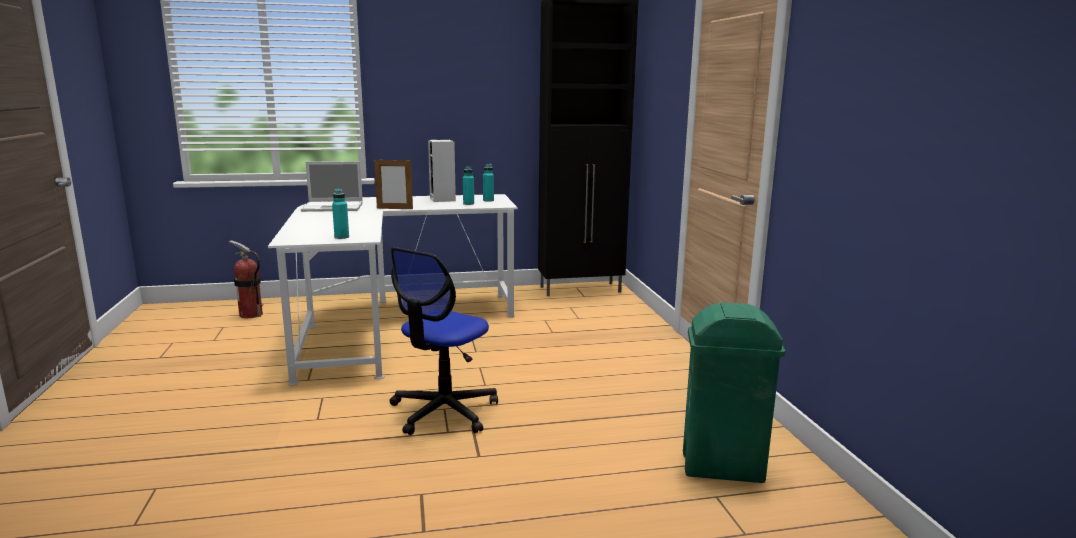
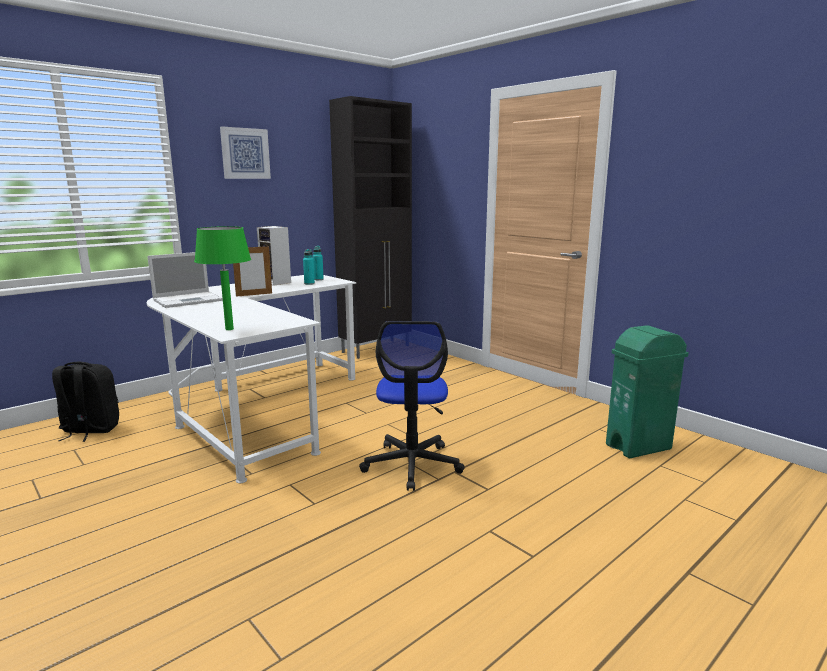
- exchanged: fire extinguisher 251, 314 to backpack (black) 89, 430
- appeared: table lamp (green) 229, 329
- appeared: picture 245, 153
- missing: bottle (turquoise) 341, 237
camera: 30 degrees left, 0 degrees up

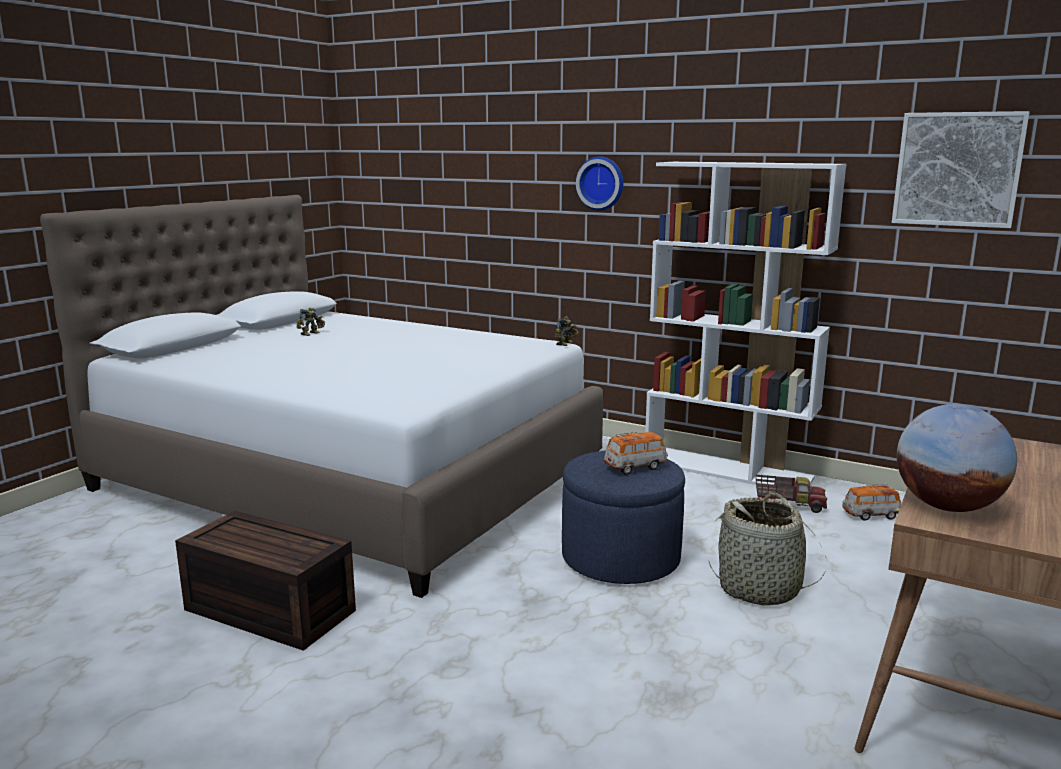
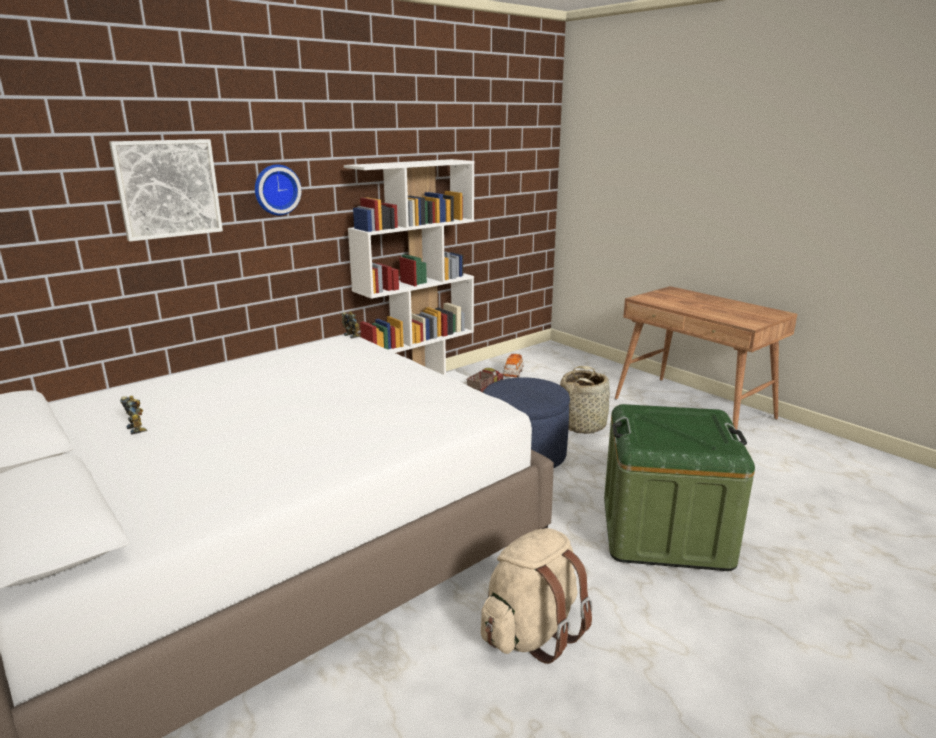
- relocated: picture 957, 169 to 168, 189
- exchanged: storage box (brown) 266, 611 to backpack (beige) 532, 632
- appeared: storage box (green) 665, 532
- missing: toy car 635, 467
- missing: globe 947, 507
camera: 70 degrees left, 5 degrees up

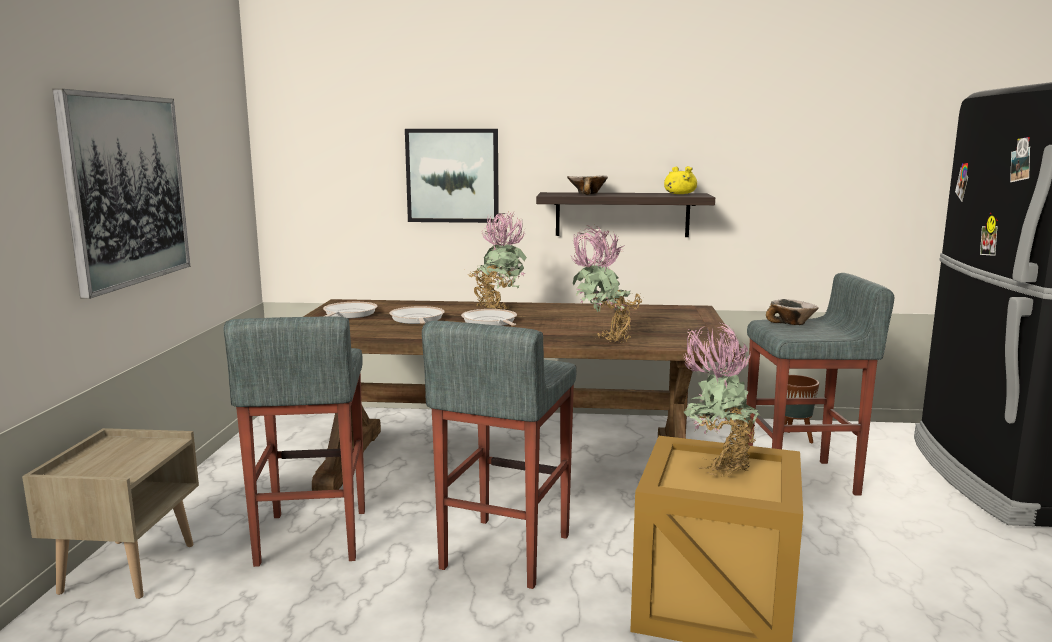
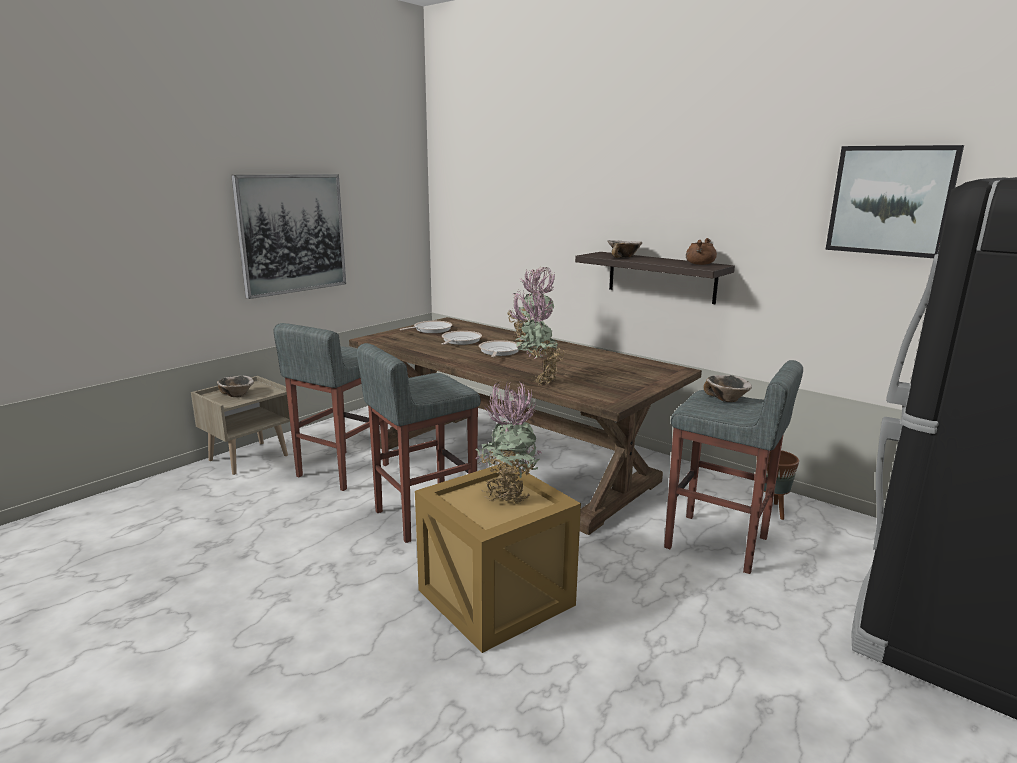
- appeared: bowl 237, 395
- colour: cooking pot (yellow) 679, 194 to cooking pot (brown) 699, 264
- relocated: picture 452, 175 to 890, 200
camera: 35 degrees right, 5 degrees up

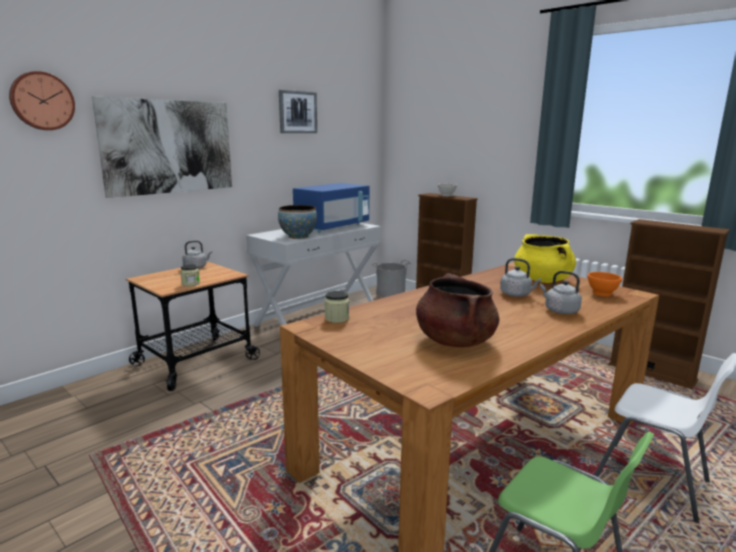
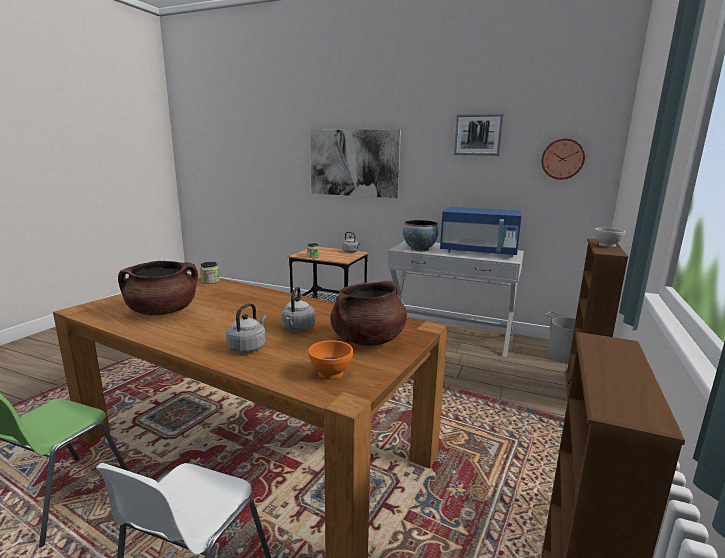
- colour: cooking pot (yellow) 542, 280 to cooking pot (brown) 367, 340
- relocated: wall clock 42, 101 to 562, 159
camera: 70 degrees right, 0 degrees up

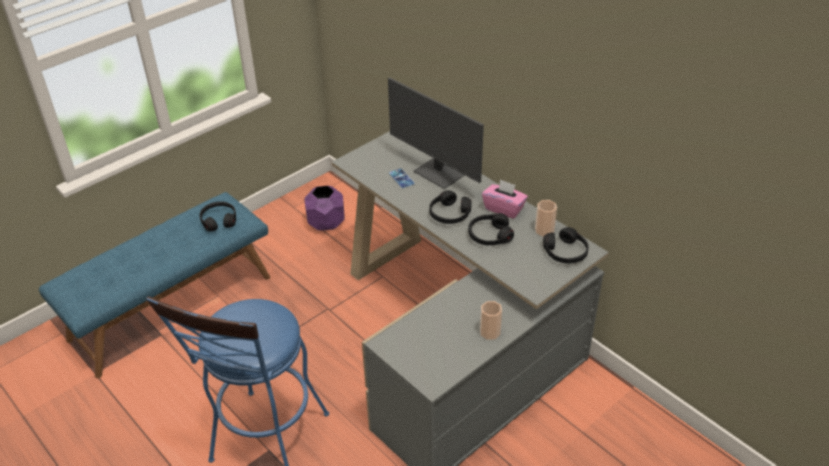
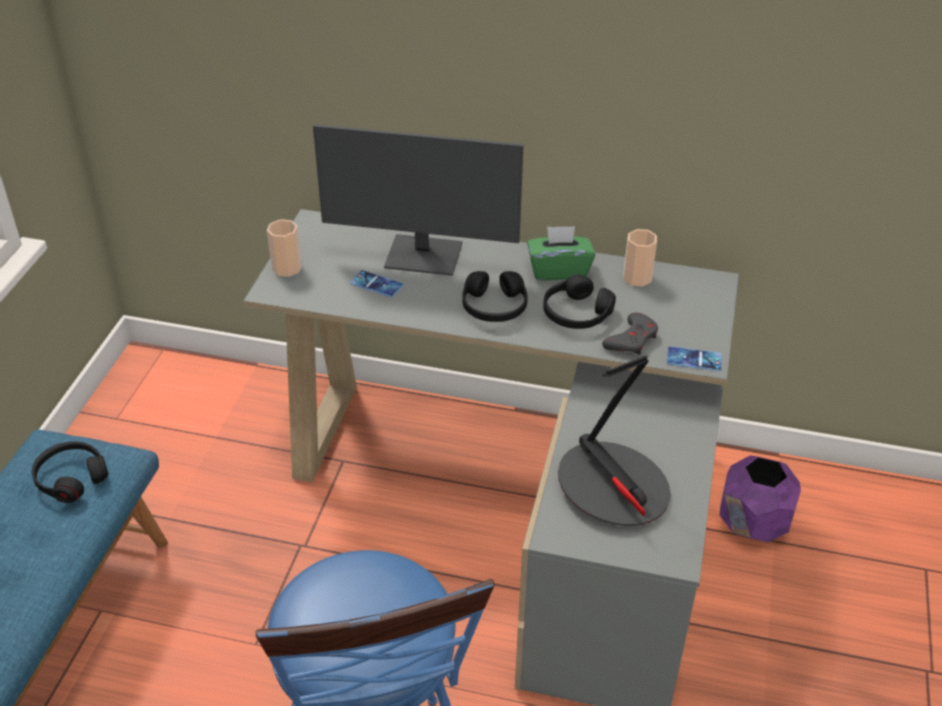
- relocated: cup 490, 332 to 287, 268
- colour: tissue box (pink) 504, 208 to tissue box (green) 558, 270
- appeared: table lamp 613, 487
- appeared: game controller (grey) 632, 339
- appeared: phone 694, 359
- relocated: planter (purple) 326, 224 to 753, 524
- missing: headphones (black) 565, 252
camera: 35 degrees left, 0 degrees up

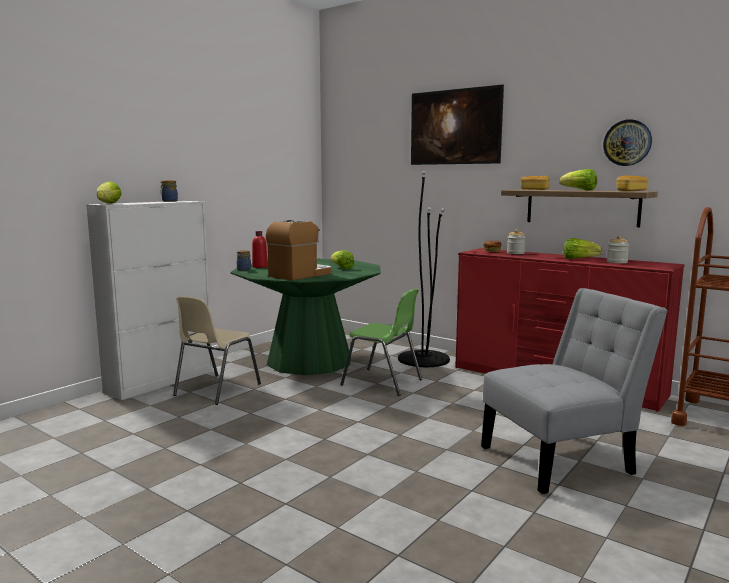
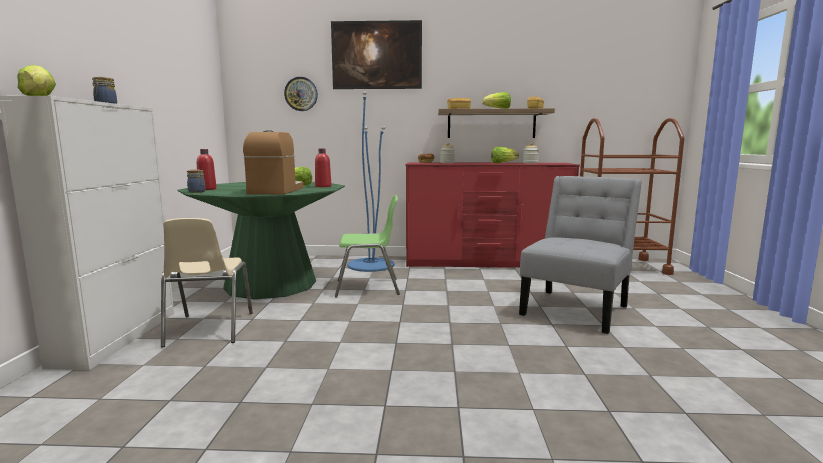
- relocated: wall clock 627, 143 to 301, 94
- appeared: bottle (red) 323, 186
- colour: floor lamp (black) 423, 359 to floor lamp (blue) 371, 265
camera: 35 degrees left, 0 degrees up

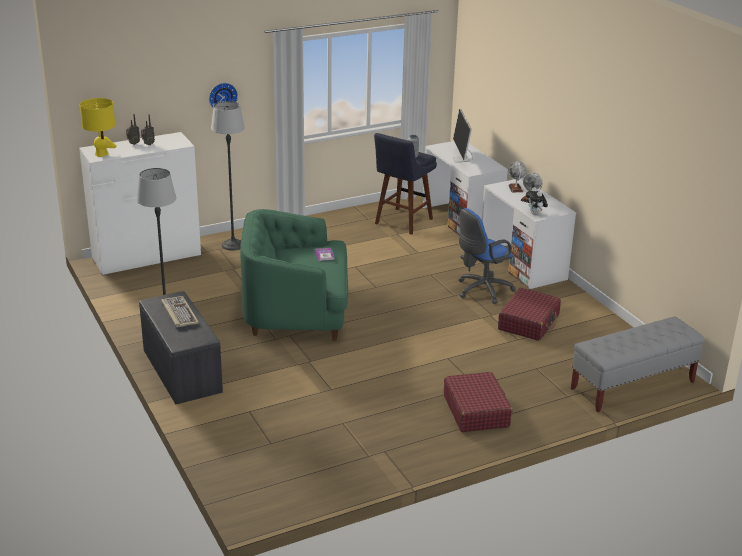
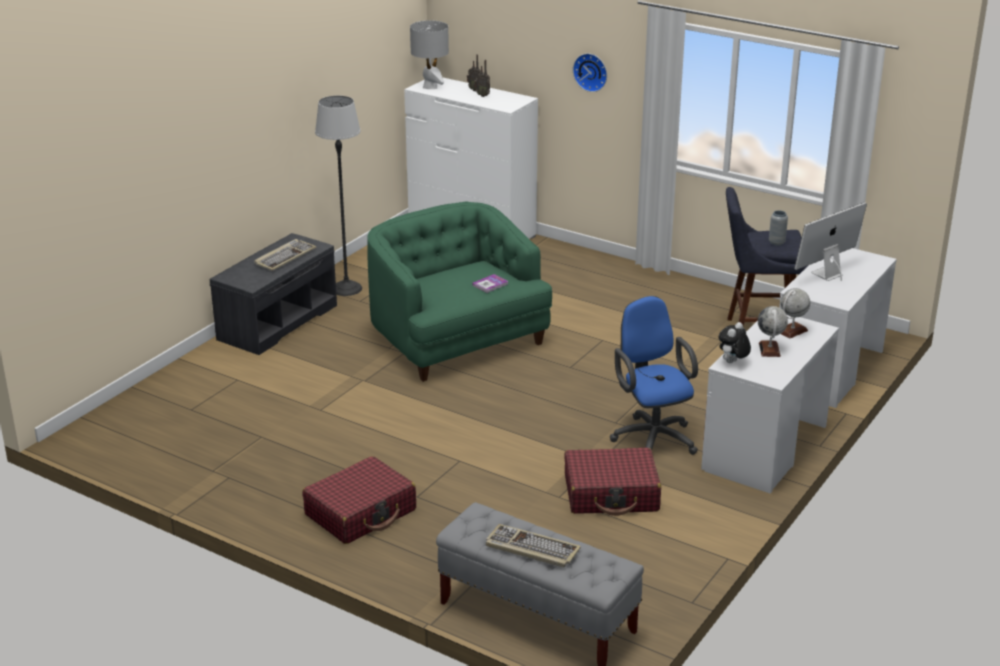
- colour: table lamp (yellow) 101, 154 to table lamp (grey) 430, 87
- appeared: keyboard 531, 549
- spun: office chair (blue) 481, 290 = 652, 437 45 degrees clockwise
- missing: floor lamp 233, 245
camera: 60 degrees right, 0 degrees up

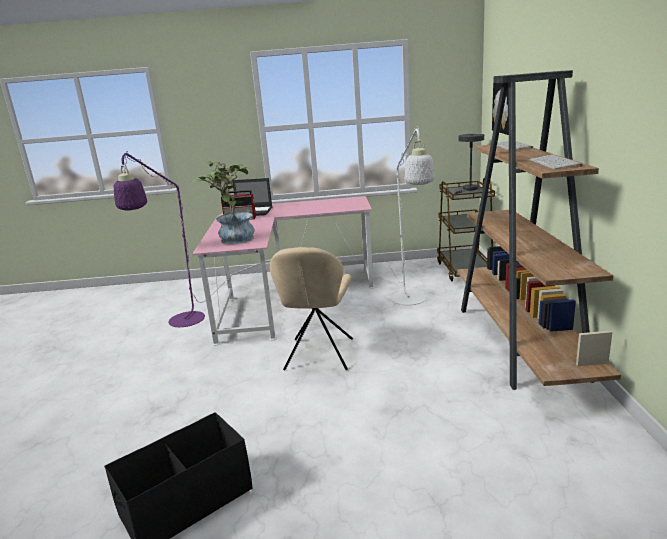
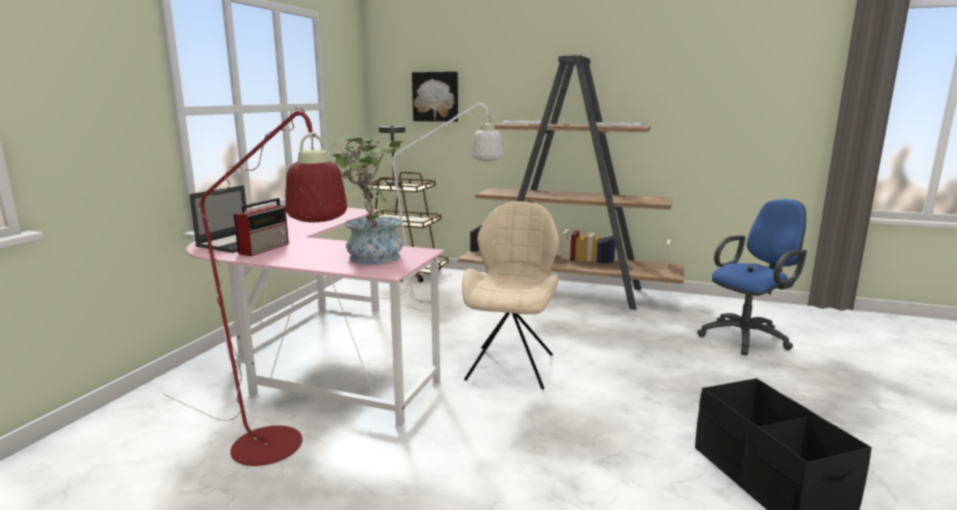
- colour: floor lamp (purple) 182, 323 to floor lamp (red) 280, 450
- spun: chair (beige) 318, 355 = 511, 365 105 degrees counterclockwise
- appeared: office chair (blue) 747, 337
camera: 70 degrees left, 5 degrees down

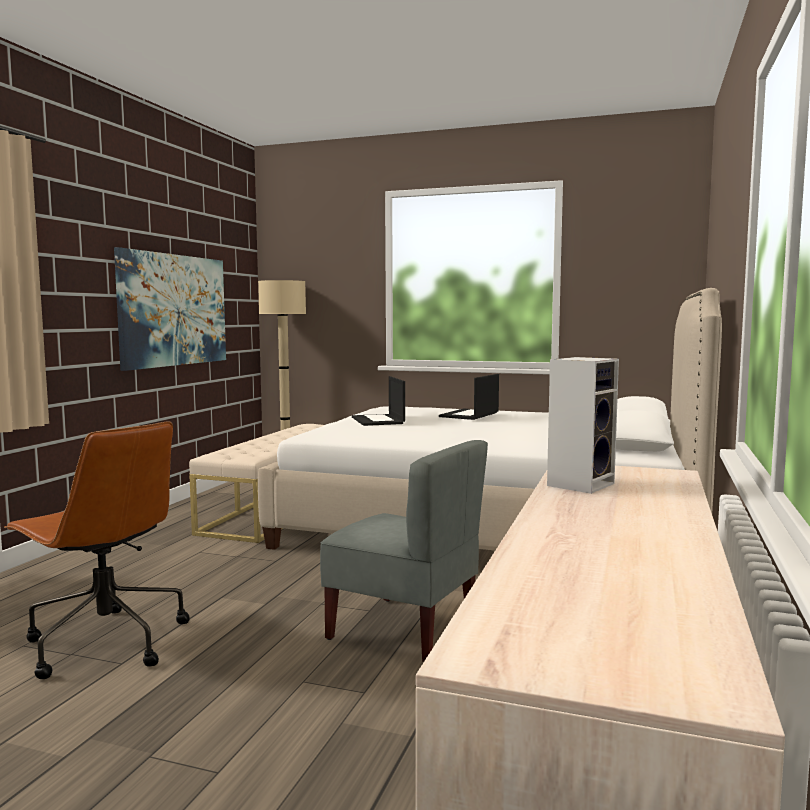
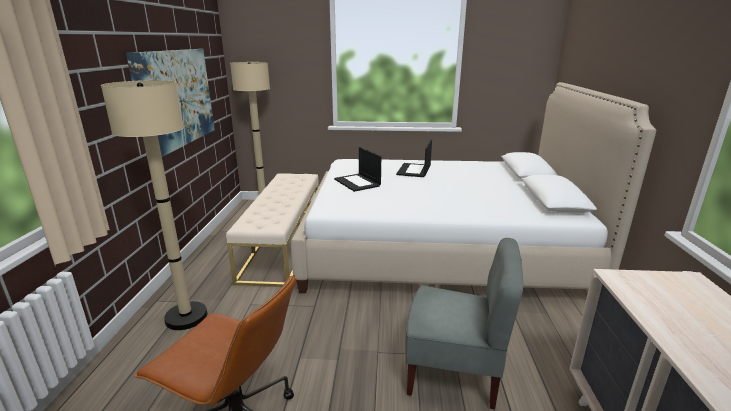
- appeared: floor lamp (beige) 186, 317
- missing: speaker 580, 484
camera: 15 degrees left, 15 degrees up

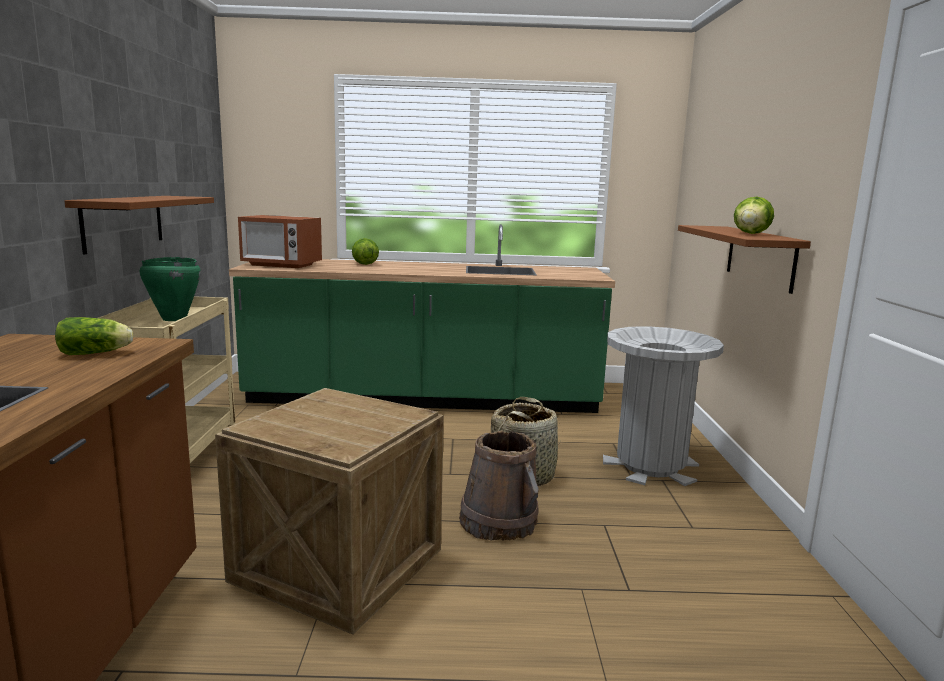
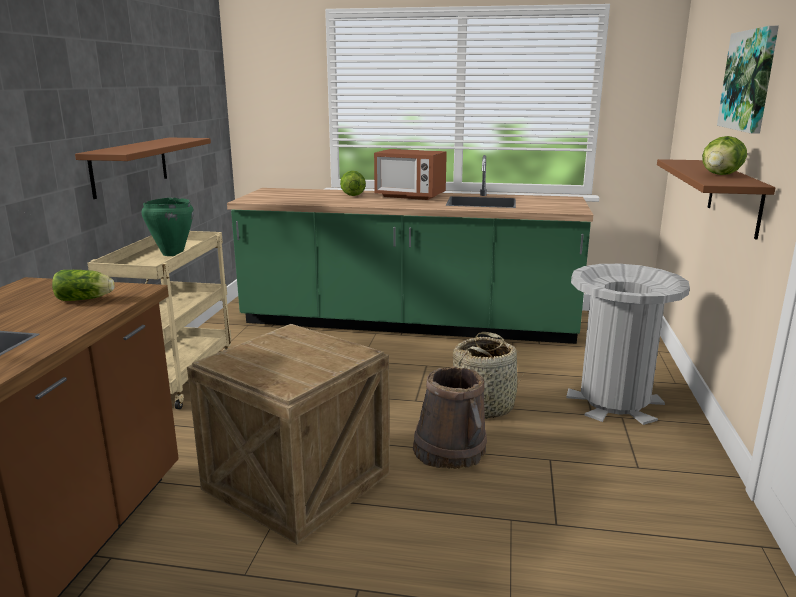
- relocated: microwave 281, 265 to 410, 196
- appeared: picture 749, 80
camera: 10 degrees right, 5 degrees up

